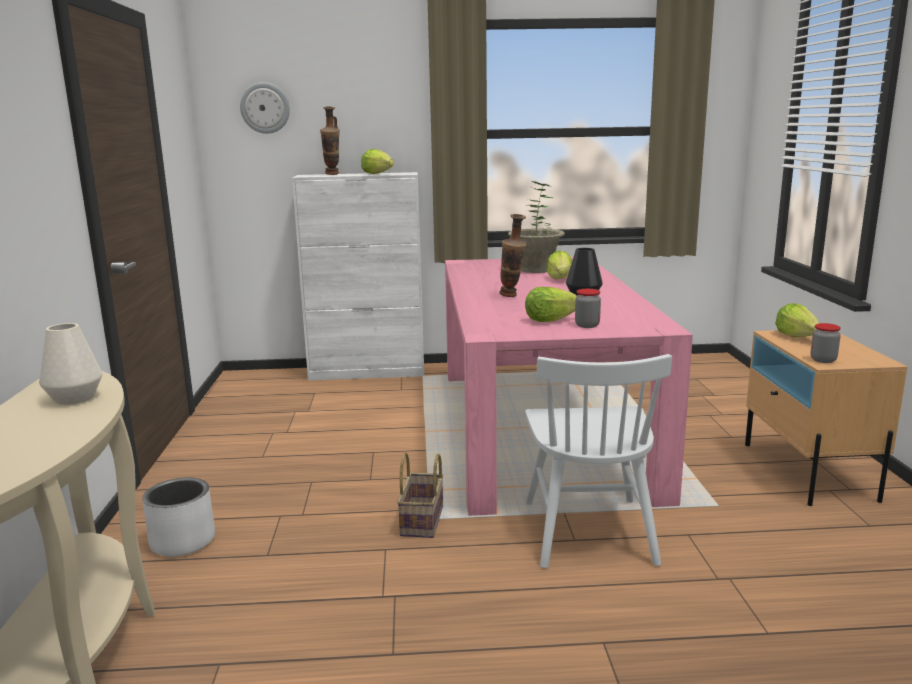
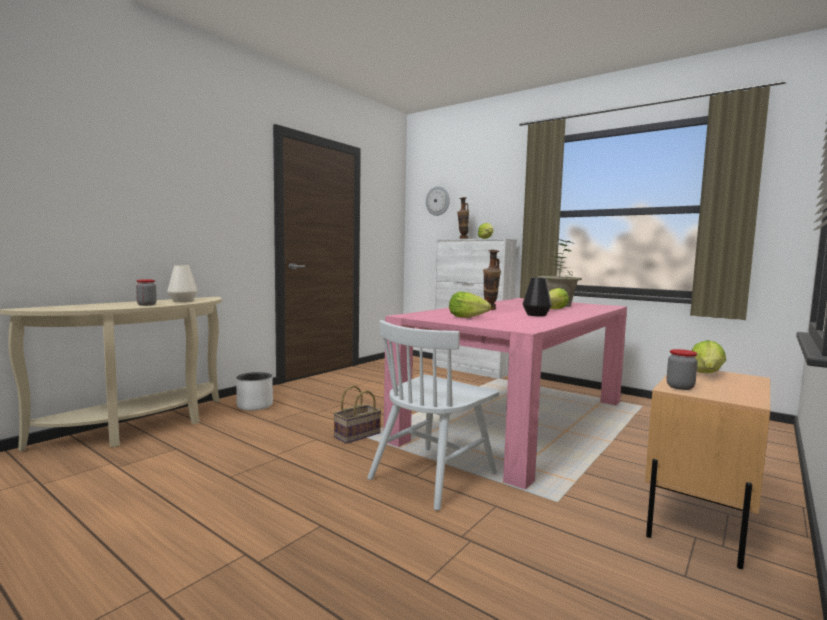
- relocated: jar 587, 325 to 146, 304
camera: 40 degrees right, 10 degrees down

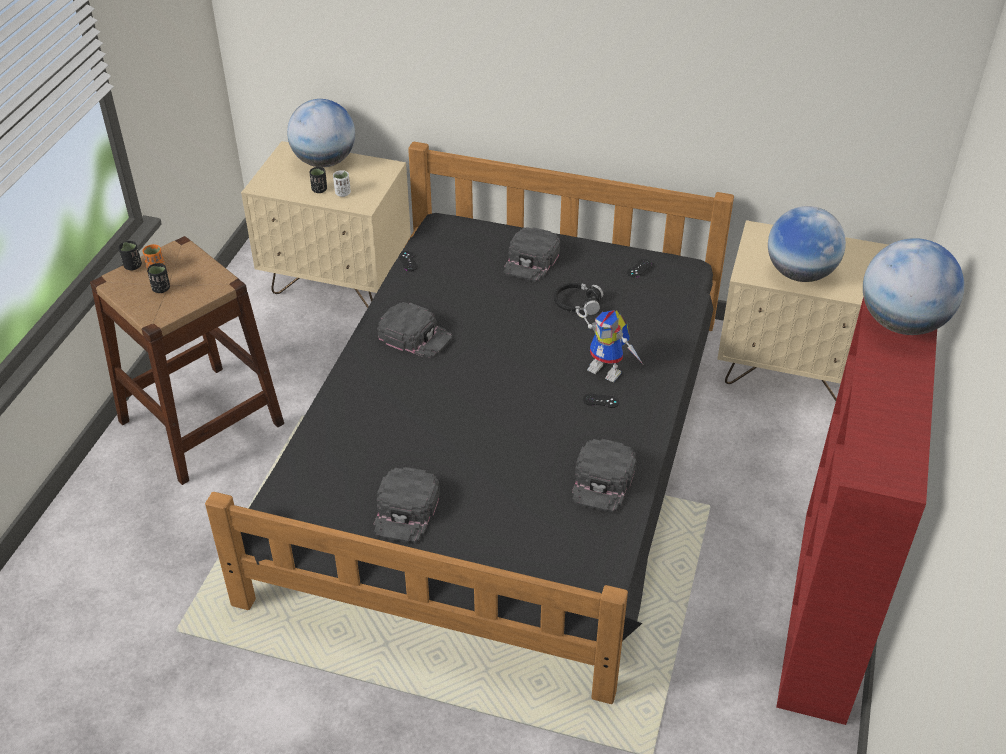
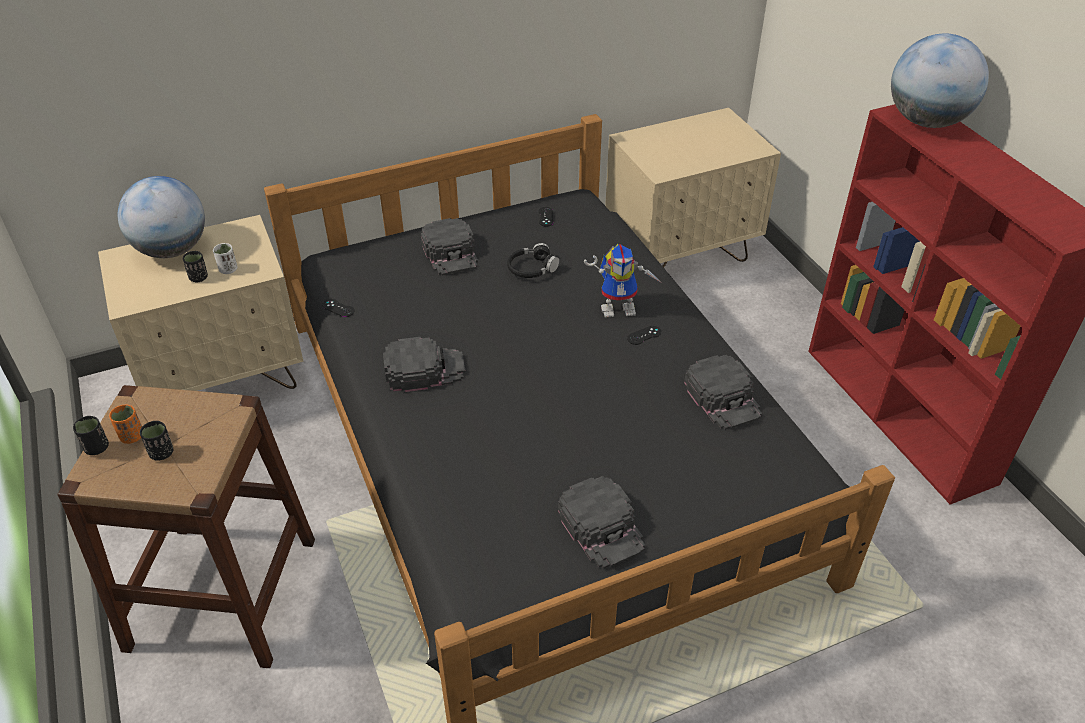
- missing: globe 800, 273
camera: 40 degrees left, 0 degrees up

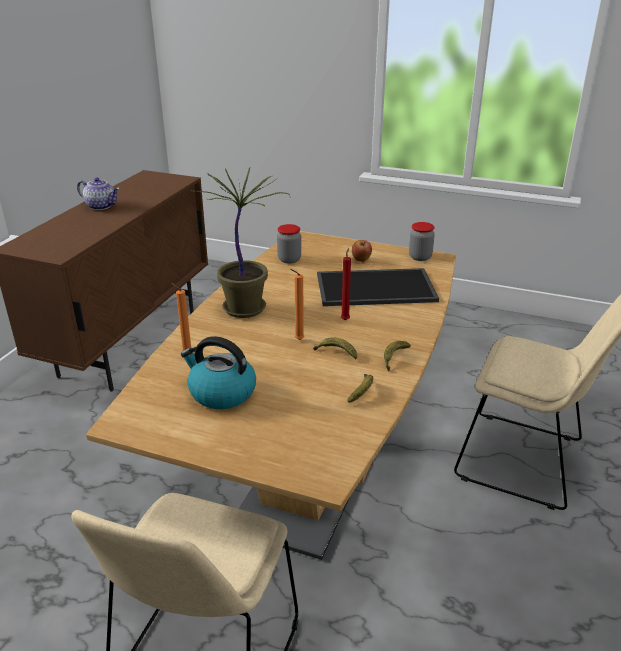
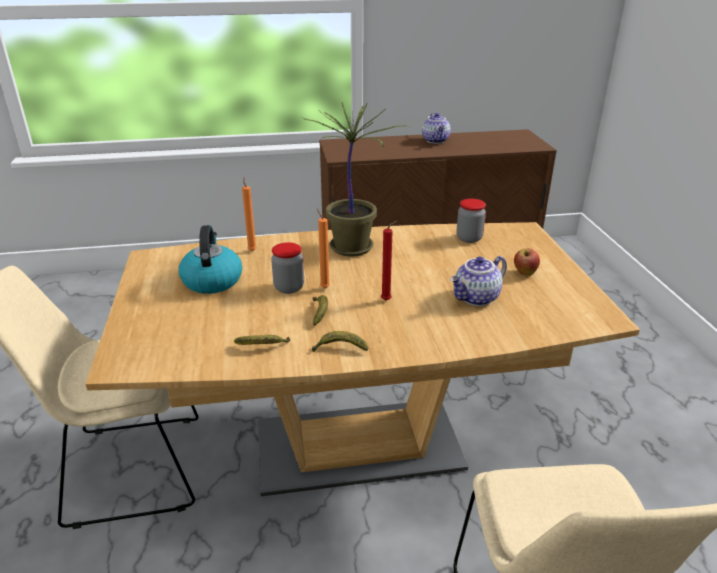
- relocated: jar 420, 257 to 289, 287
- exchanged: tray 376, 287 to teapot 476, 298
camera: 60 degrees right, 0 degrees up

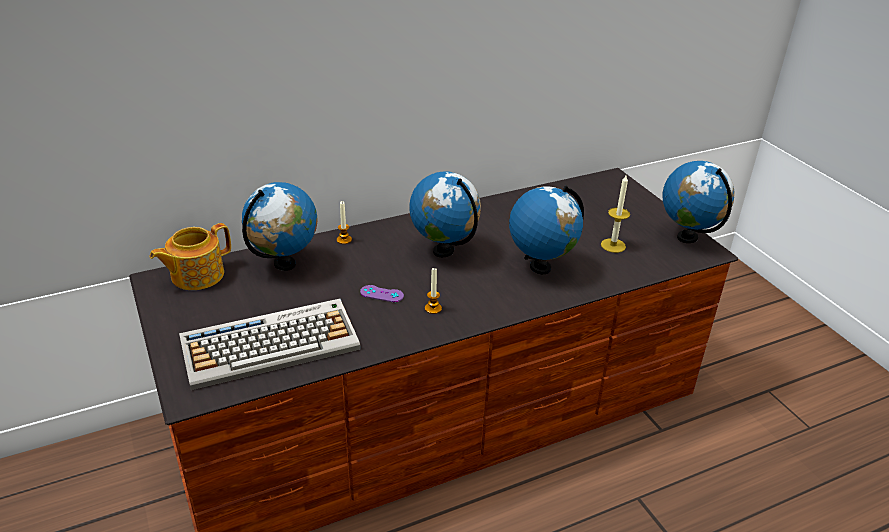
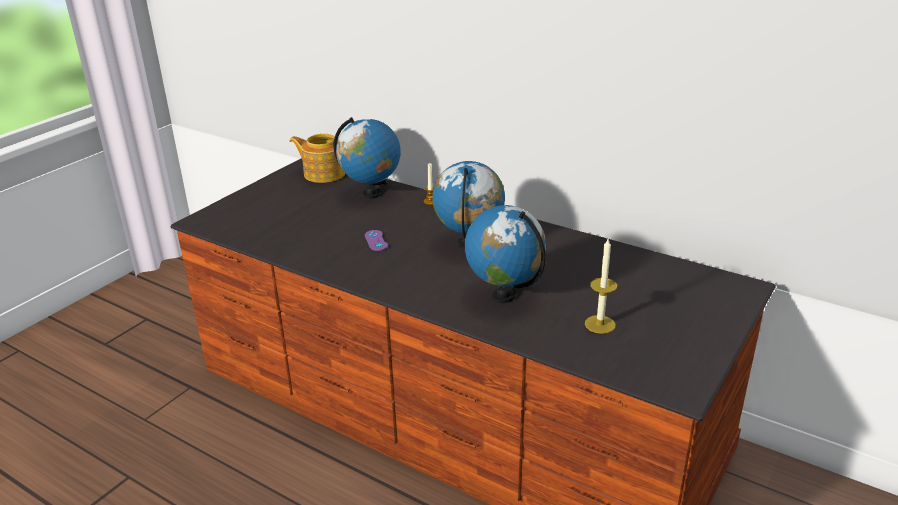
- missing: keyboard 272, 344
- missing: candle 433, 308
- missing: globe 687, 237
camera: 60 degrees right, 5 degrees down

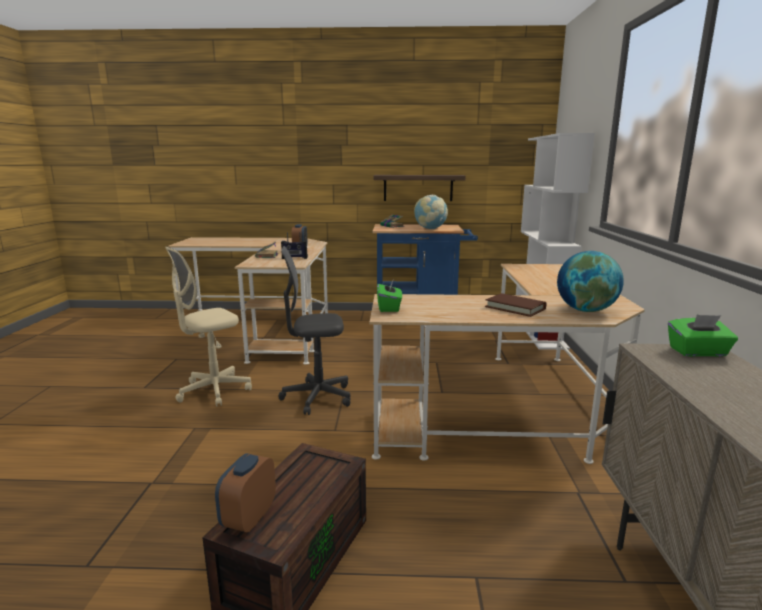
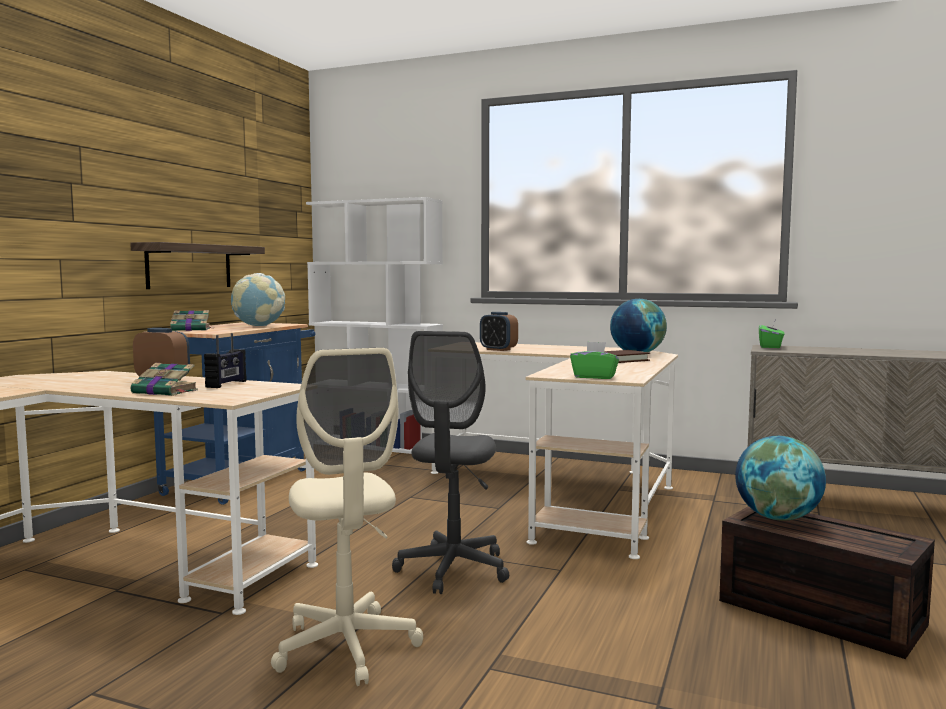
- relocated: alarm clock 249, 518 to 498, 349
- appeared: globe 778, 518
camera: 70 degrees left, 10 degrees down

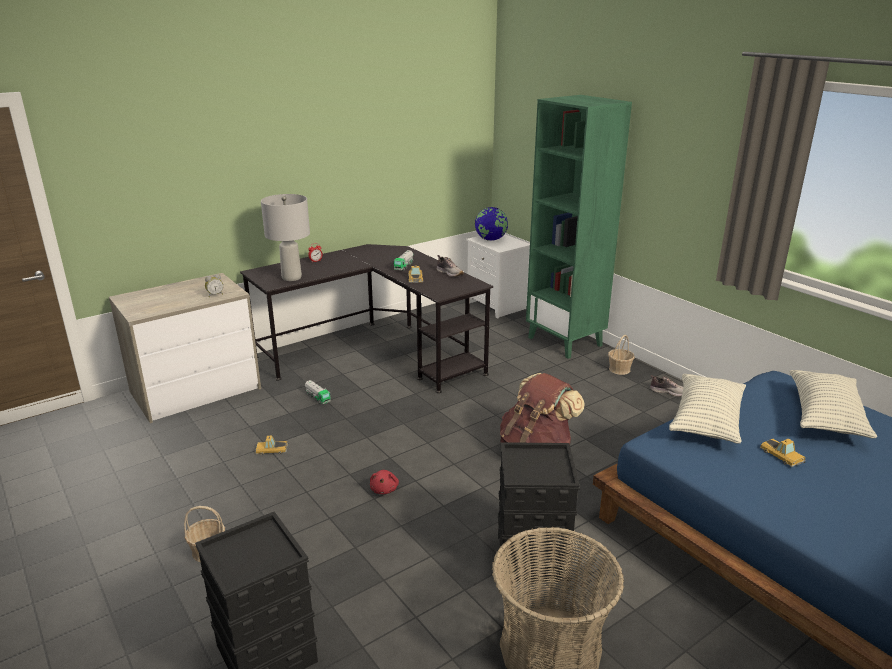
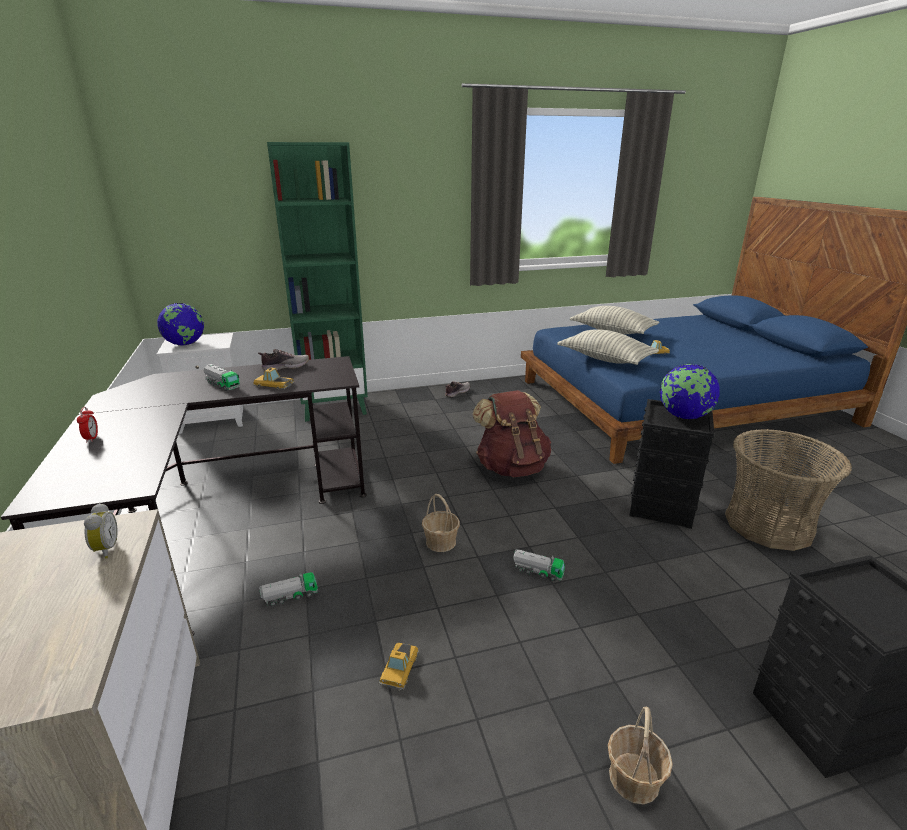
- relocated: basket 619, 369 to 441, 542
- exchanged: plush toy (red) 384, 489 to toy truck 537, 572
- appeared: globe 684, 416
- missing: table lamp (grey) 292, 277
camera: 70 degrees left, 0 degrees up

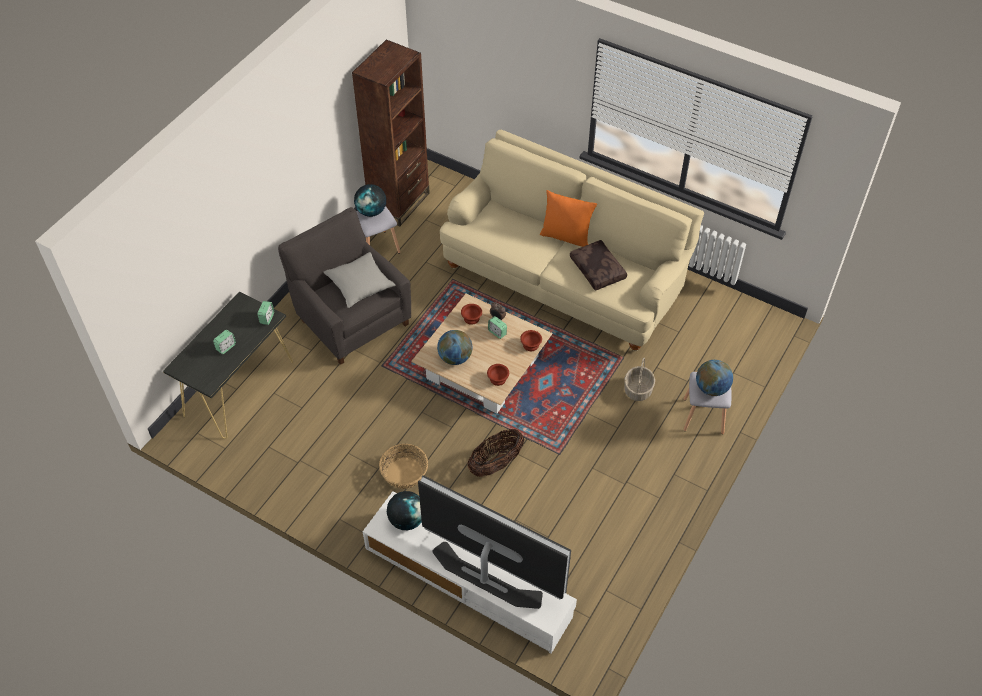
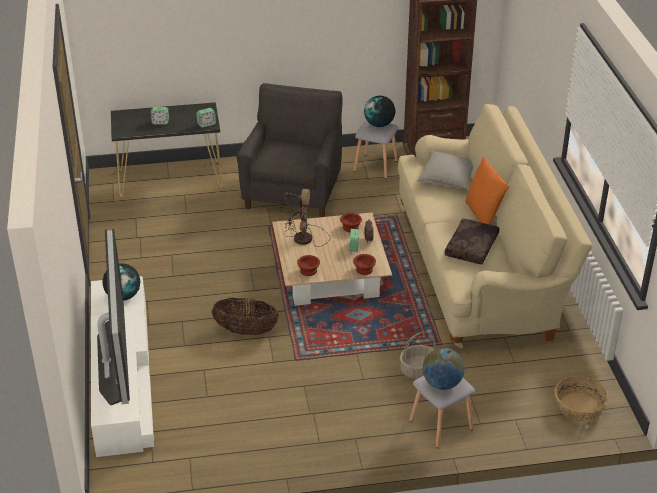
- exchanged: globe 455, 358 to table lamp 301, 240
- relocated: pillow (grey) 360, 285 to 448, 178
- relocated: basket 404, 473 to 579, 407
camera: 50 degrees right, 15 degrees down

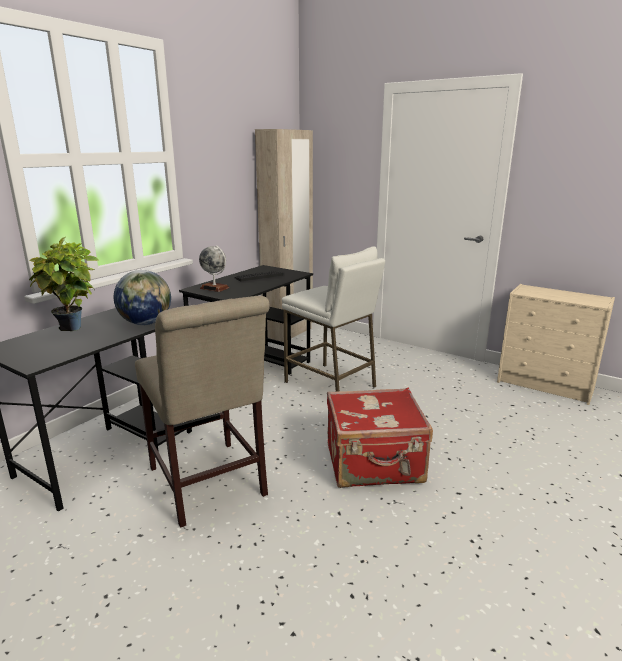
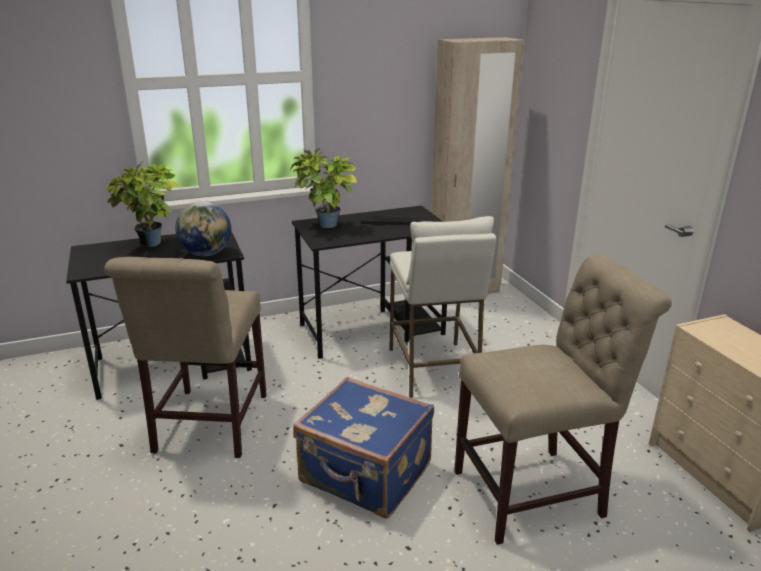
- exchanged: globe 214, 288 to potted plant 323, 226
- colour: suitcase (red) 374, 464 to suitcase (blue) 365, 475
- appeared: chair (beige) 536, 492
camera: 35 degrees right, 5 degrees up

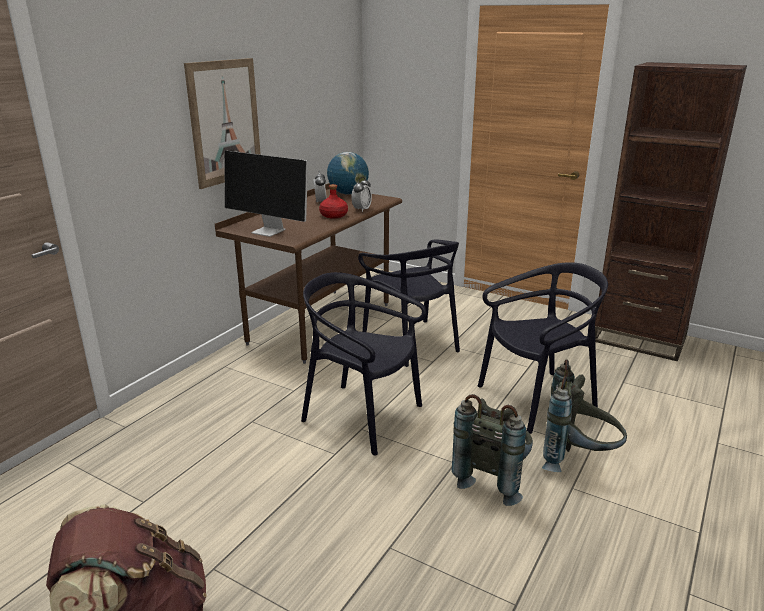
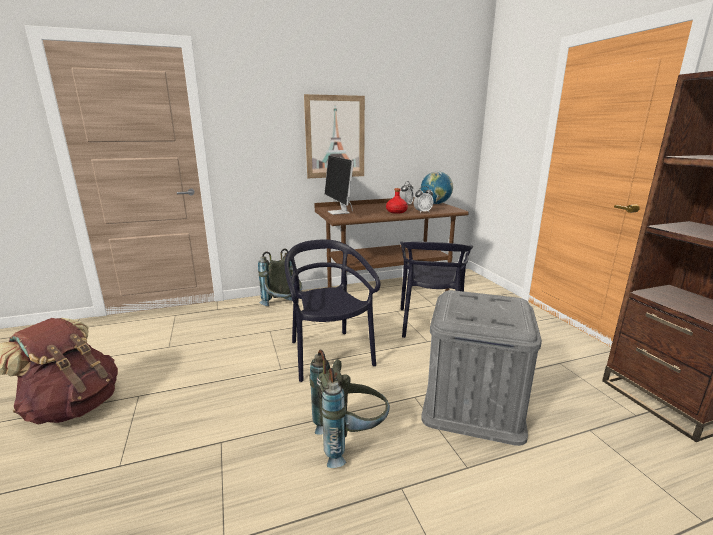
- relocated: backpack (grey) 577, 460 to 283, 307
- exchanged: chair (black) 536, 399 to storage box (grey) 473, 403
camera: 40 degrees right, 5 degrees down

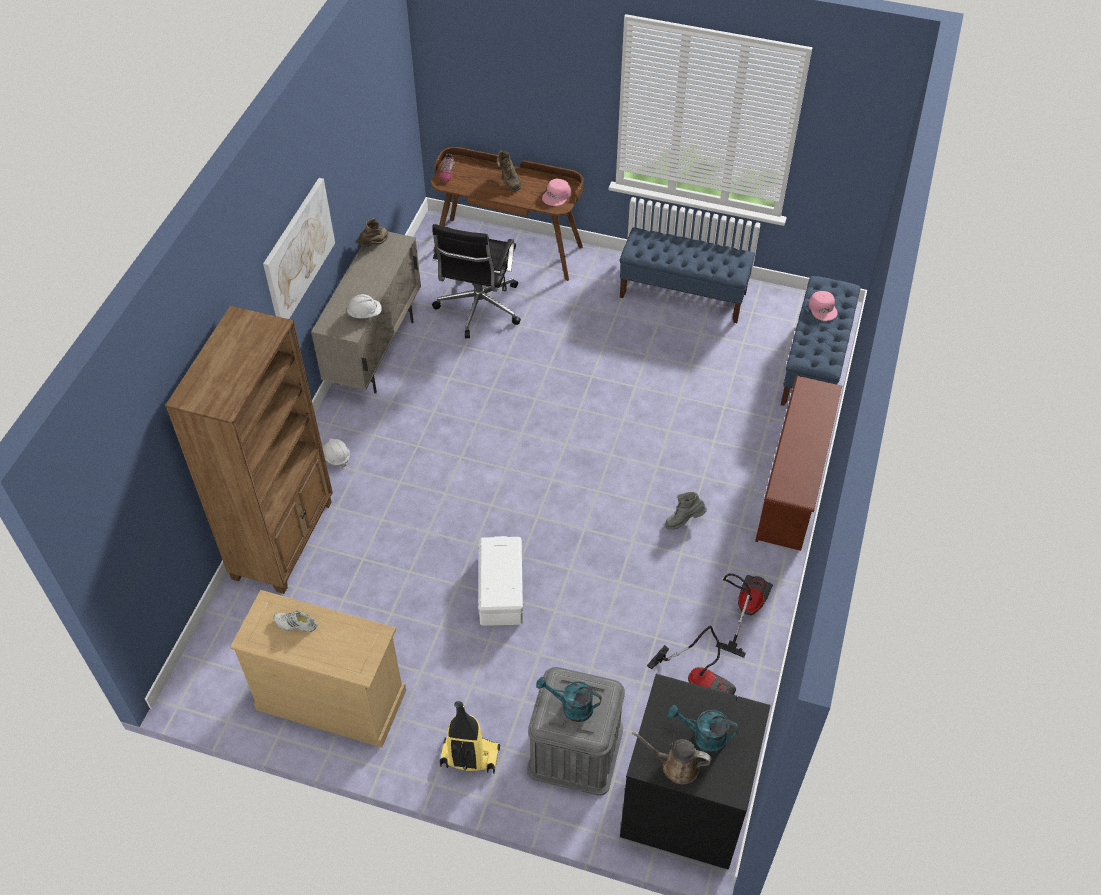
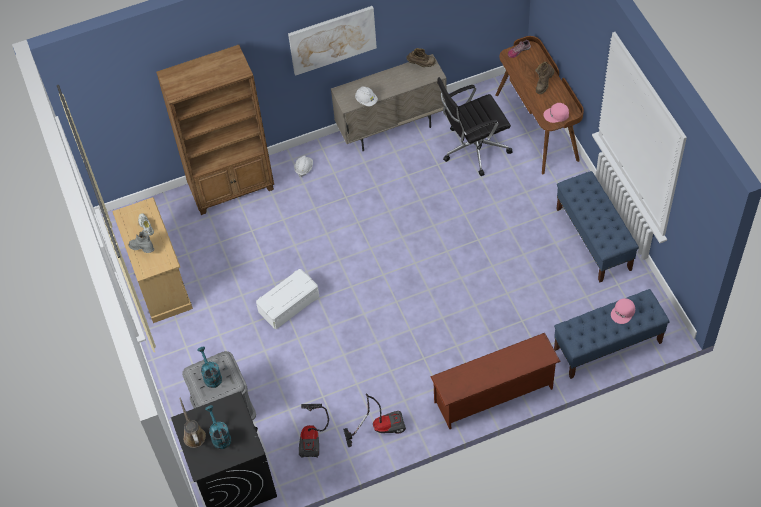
- relocated: boot (grey) 684, 521 to 143, 249
- missing: vacuum cleaner 469, 758
camera: 55 degrees right, 5 degrees up

